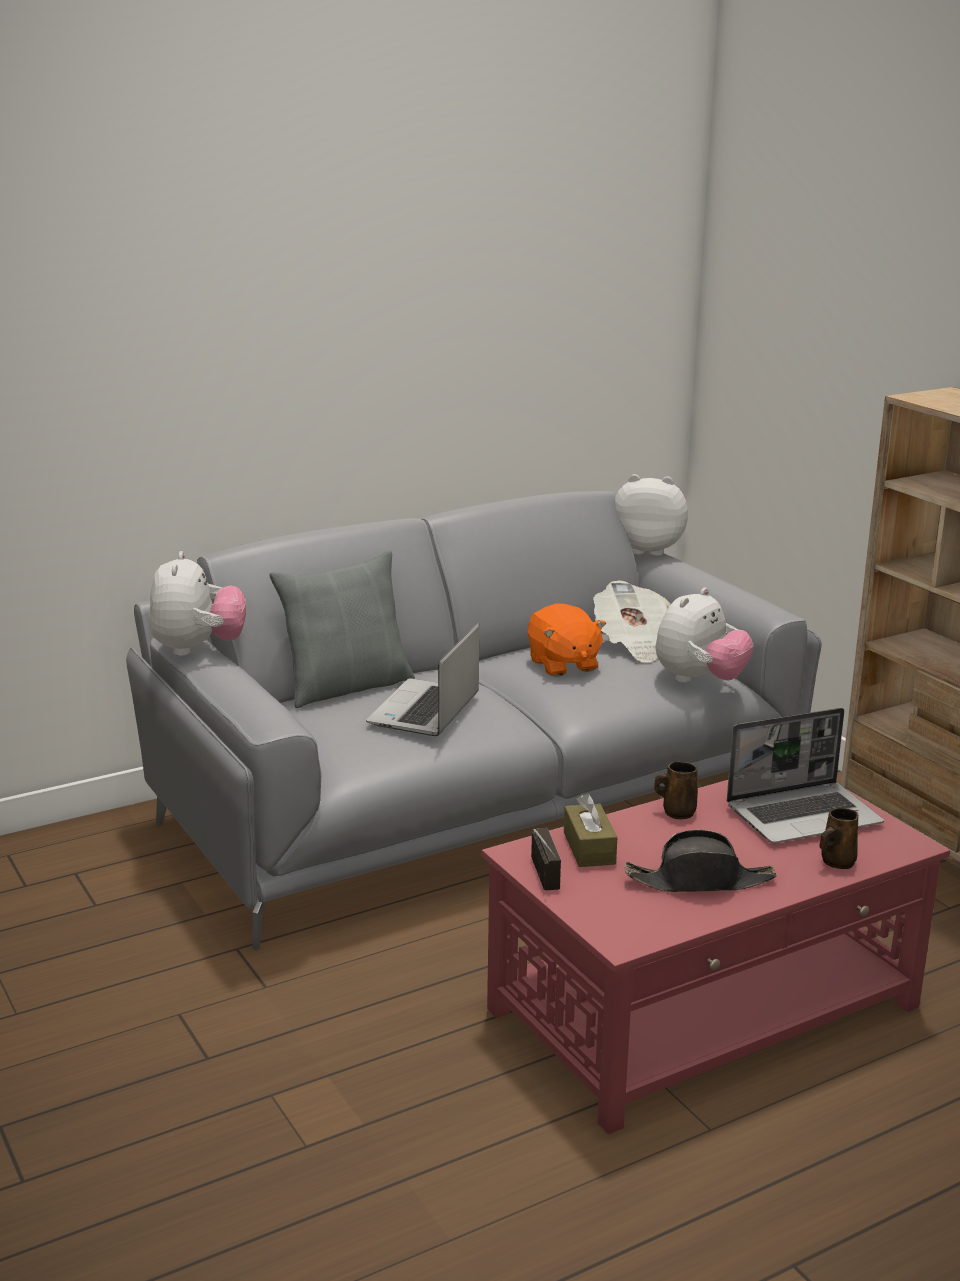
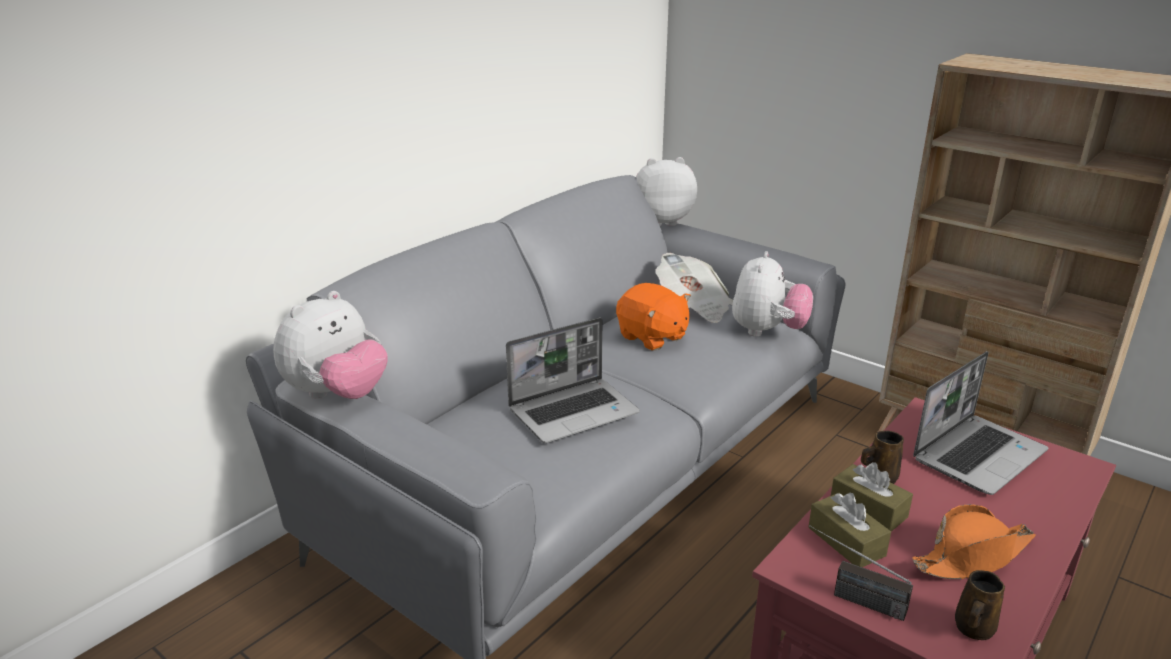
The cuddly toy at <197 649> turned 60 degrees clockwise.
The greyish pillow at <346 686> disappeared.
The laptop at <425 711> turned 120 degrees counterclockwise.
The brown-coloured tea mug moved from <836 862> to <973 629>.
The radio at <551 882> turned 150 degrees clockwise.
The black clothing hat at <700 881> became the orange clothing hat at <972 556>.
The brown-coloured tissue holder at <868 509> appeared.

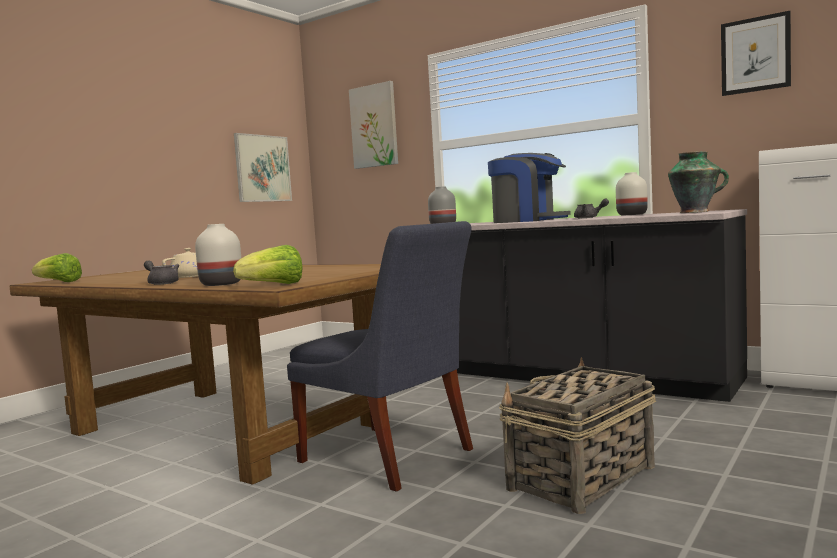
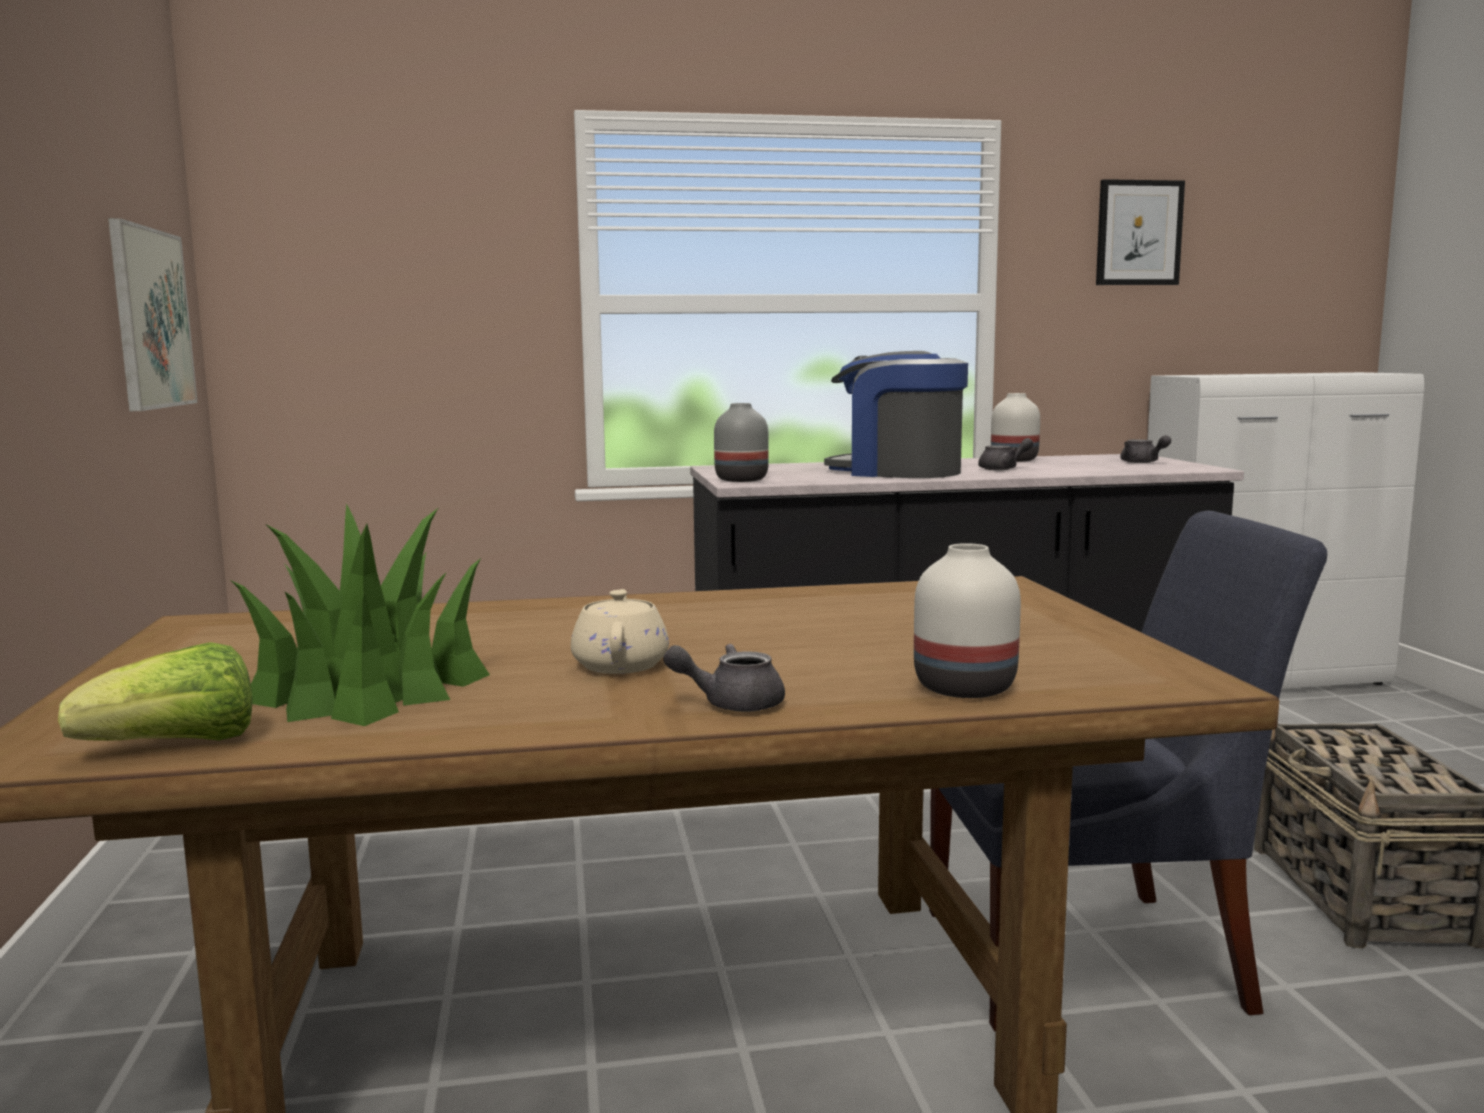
The wall picture at <374 126> disappeared.
The vase at <696 212> was replaced by the greyish teapot at <1142 462>.
The coffee machine at <528 221> turned 135 degrees counterclockwise.
The head of lettuce at <274 285> disappeared.
The potted plant at <368 689> appeared.

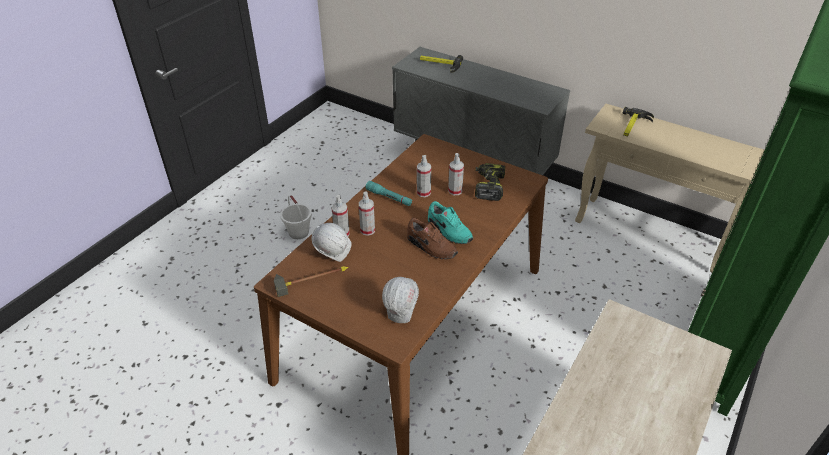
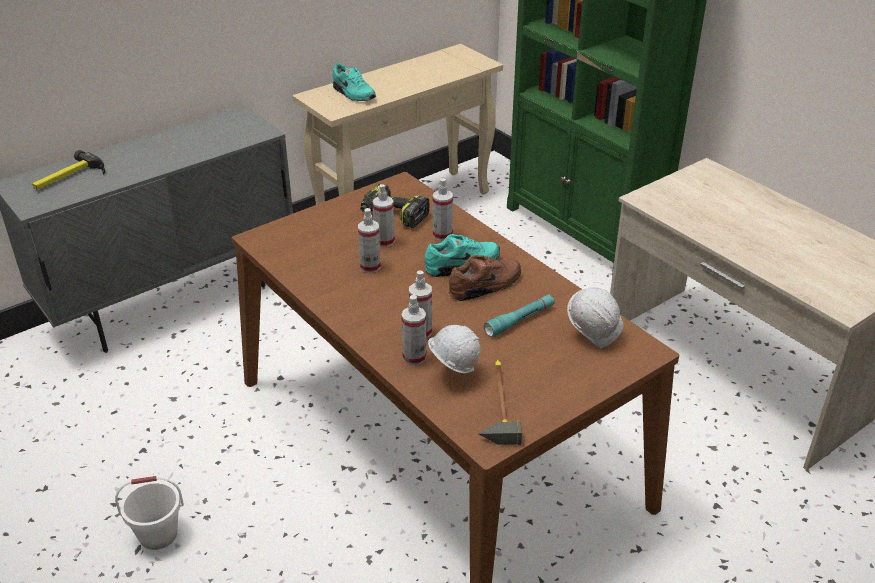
The hand hammer at <633 126> was replaced by the blue-green item of footwear at <353 94>.
The blue-green flashlight moved from <389 197> to <520 320>.
The spray bottle at <442 235> appeared.

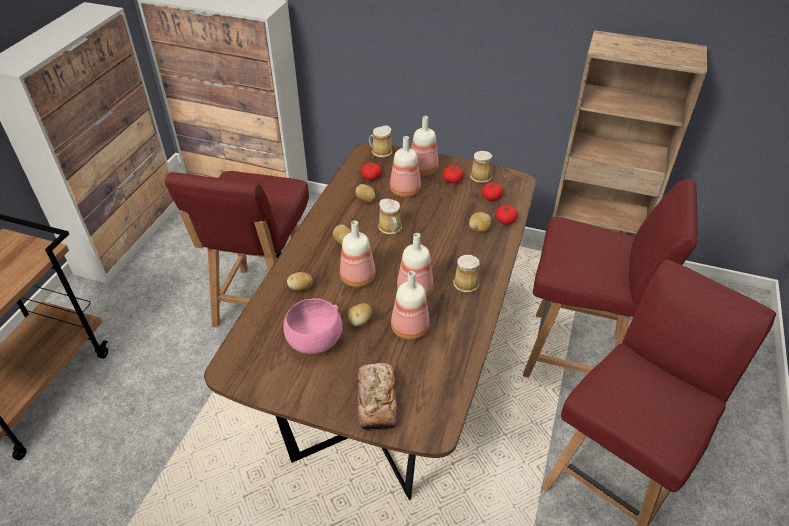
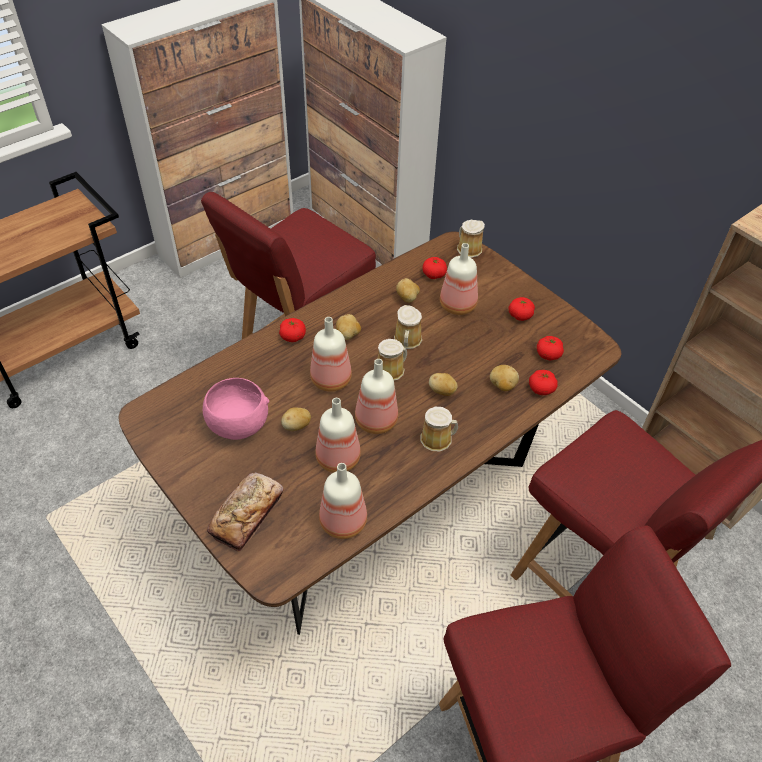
The bottle moved from <422 169> to <342 520>.
The tea mug moved from <481 176> to <391 370>.
The potato moved from <301 288> to <442 391>.
The whole tomato at <293 336> appeared.

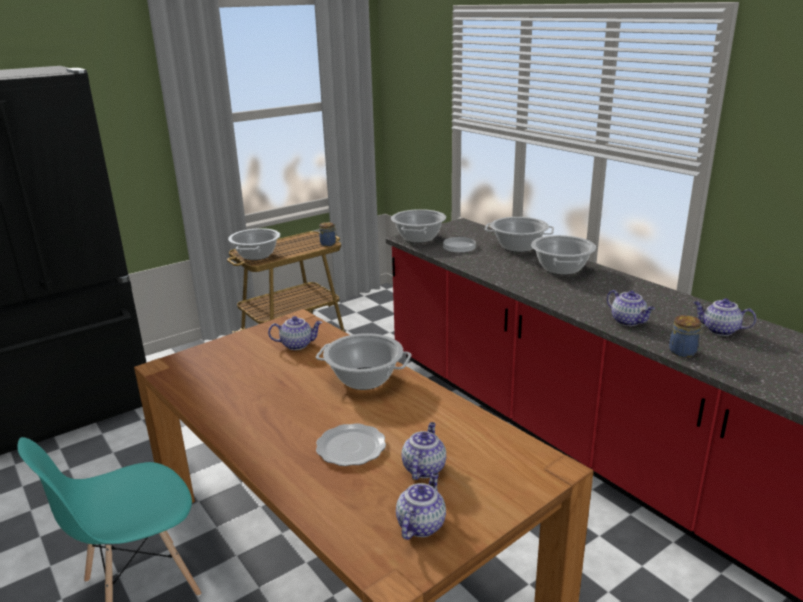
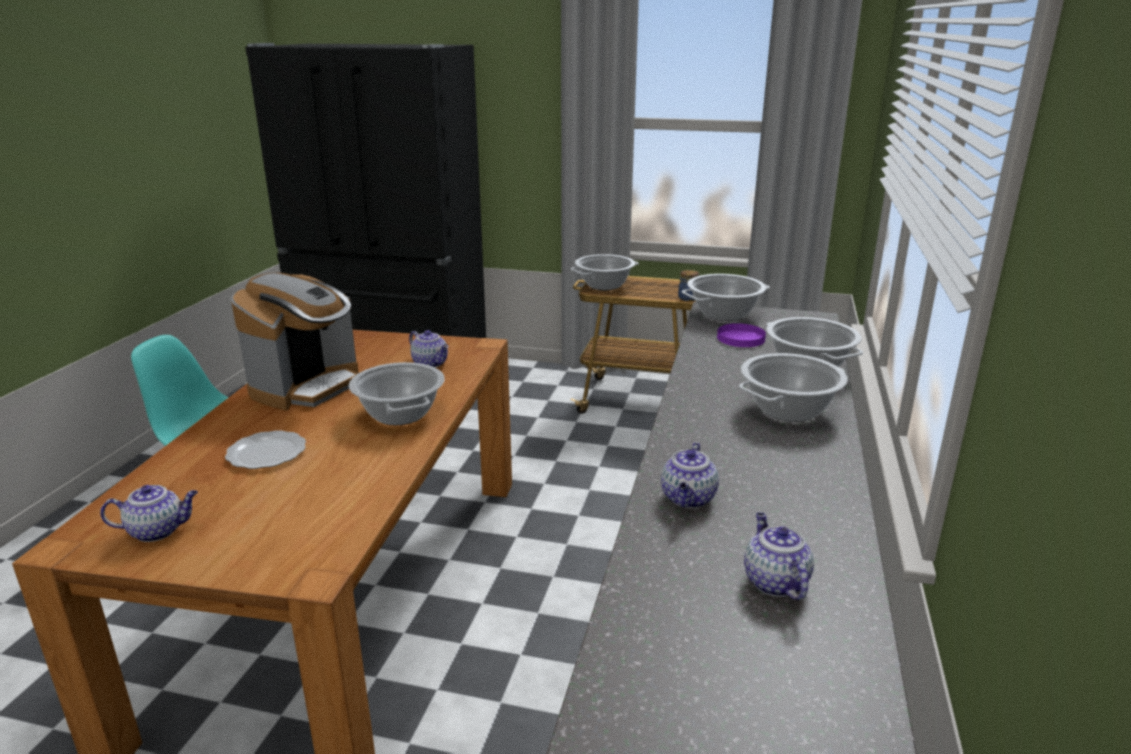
The white-coloured flat dish at <459 246> became the purplish flat dish at <740 338>.
The jar at <684 352> disappeared.
The teapot at <423 468> disappeared.
The coffee machine at <307 386> appeared.

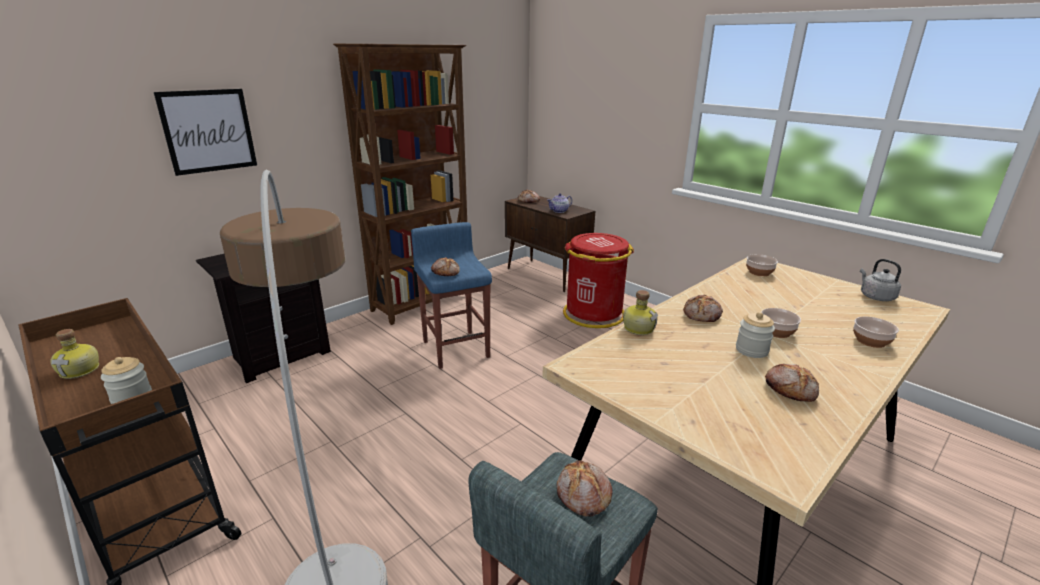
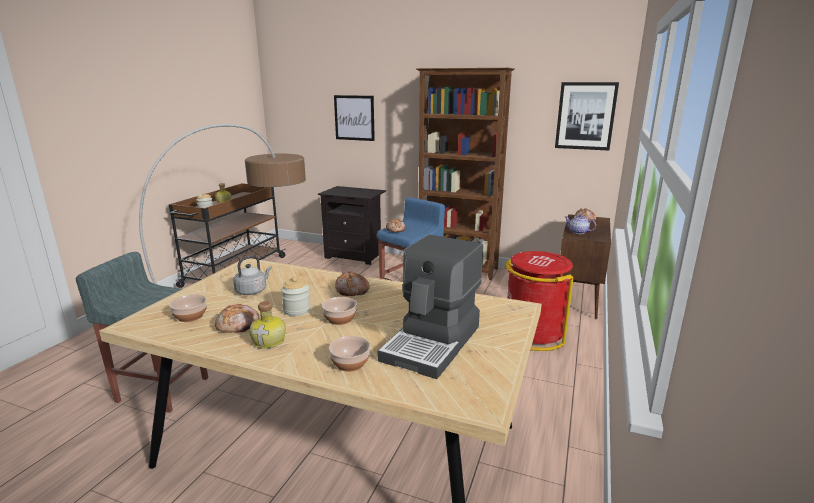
The serving bowl moved from <759 272> to <190 316>.
The greyish tea kettle moved from <875 296> to <253 291>.
The bottle moved from <638 328> to <270 341>.
The bread at <582 495> disappeared.
The wall picture at <585 116> appeared.
The coffee machine at <433 343> appeared.

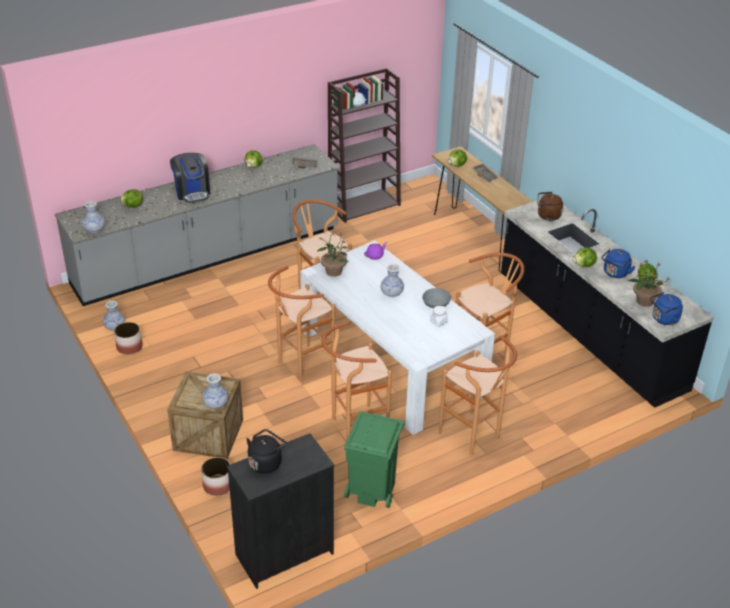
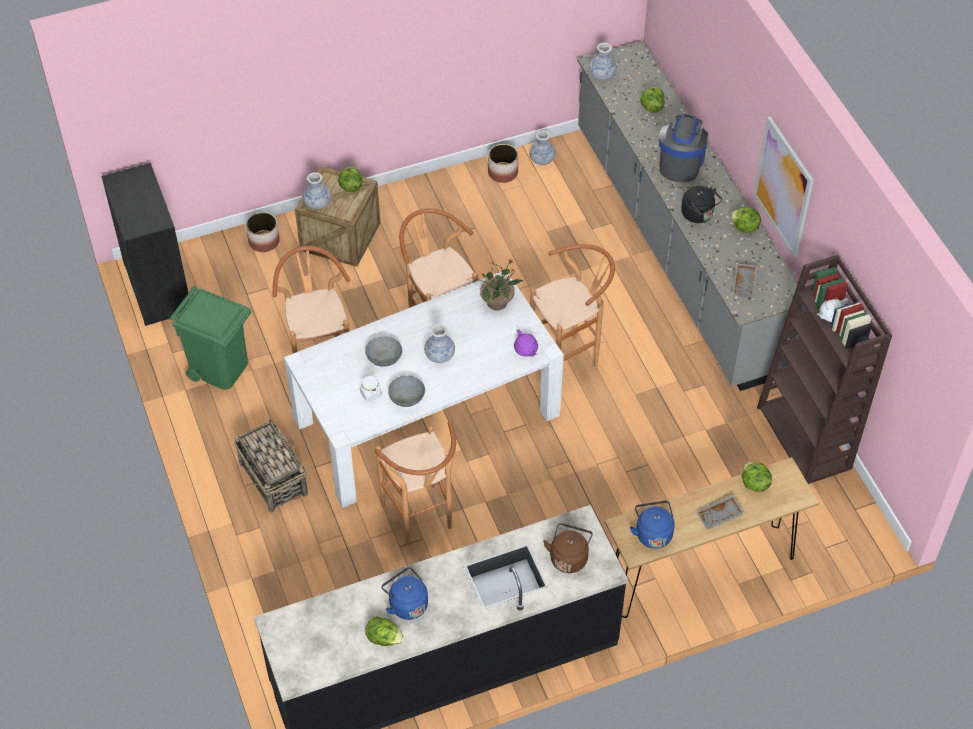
The coffee machine at <192 192> turned 120 degrees clockwise.
The head of lettuce moved from <584 265> to <350 187>.
The potted plant at <644 301> disappeared.
The blue-coloured tea kettle moved from <663 319> to <652 533>.
The brown-coloured stool at <473 437> was replaced by the storage basket at <273 478>.
The black tea kettle moved from <266 462> to <699 215>.
The wall picture at <784 187> appeared.
The greyish serving bowl at <384 358> appeared.

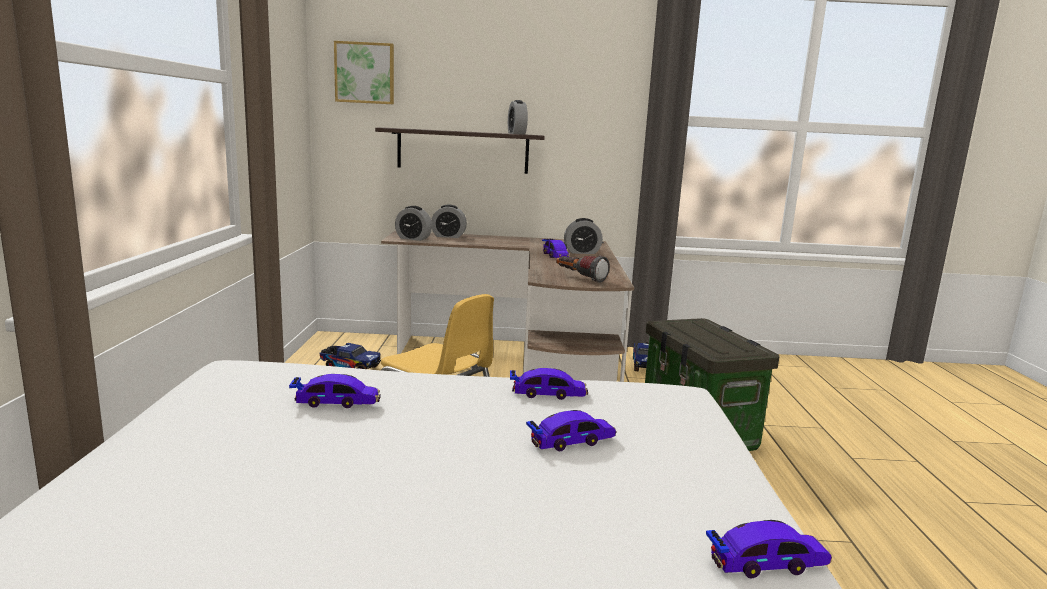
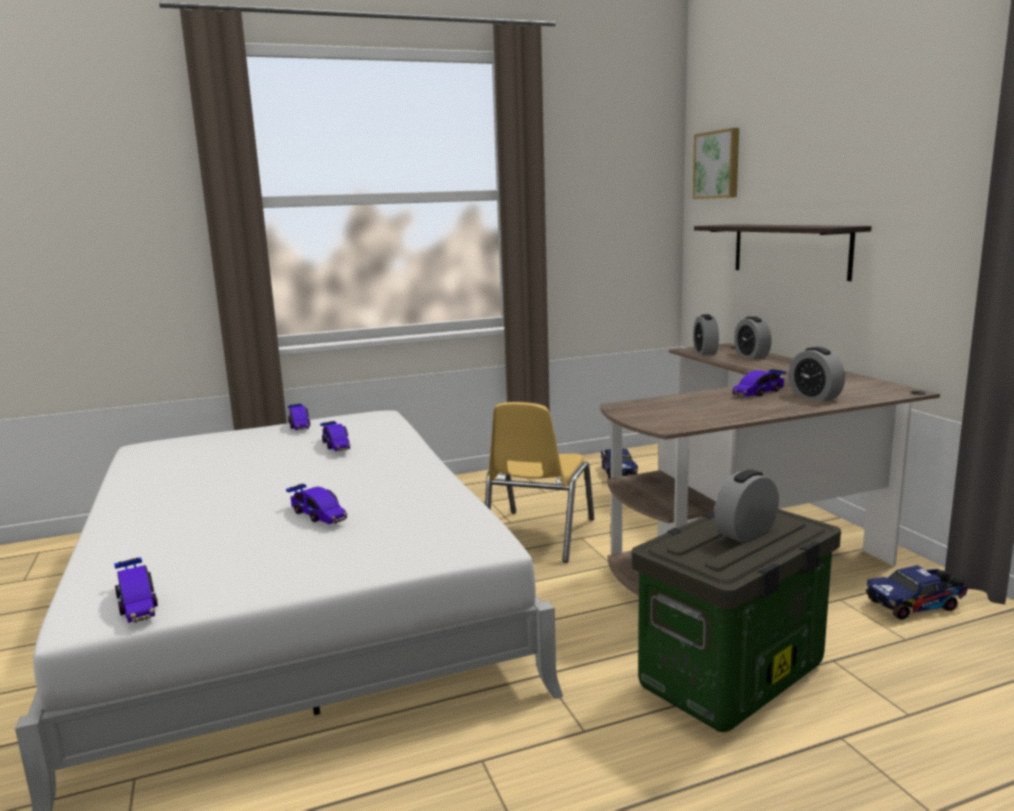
The table clock moved from <516 133> to <745 532>.
The flashlight at <579 278> disappeared.
The miniature car moved from <548 393> to <299 425>.

